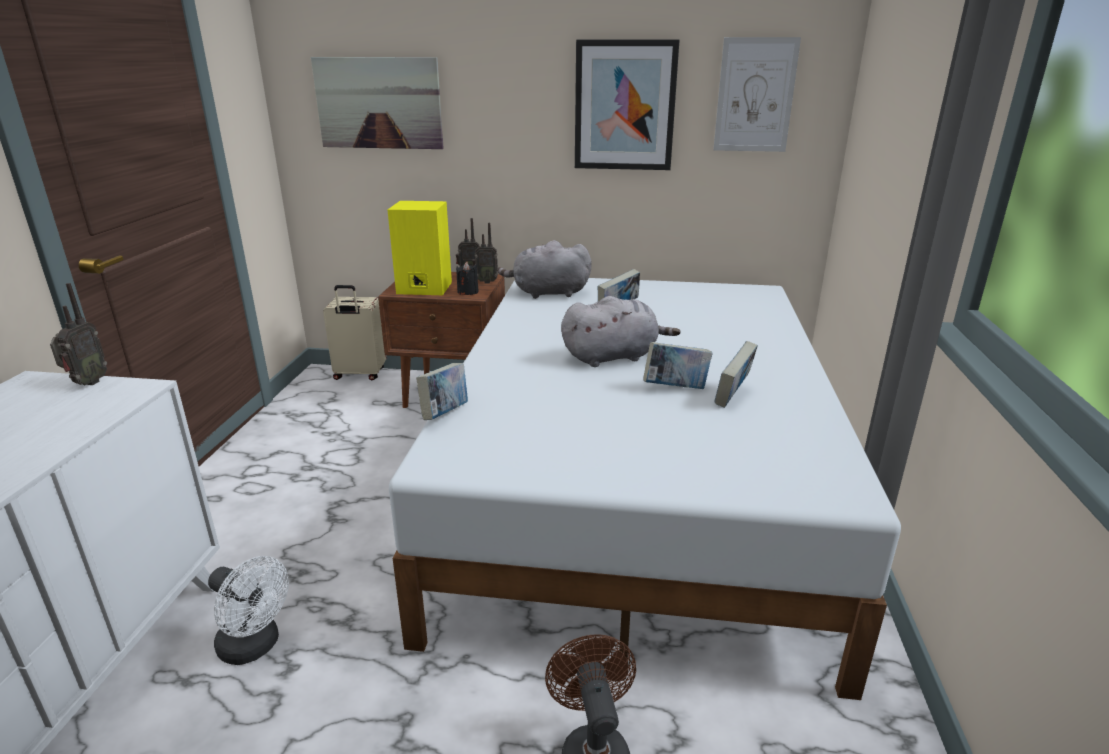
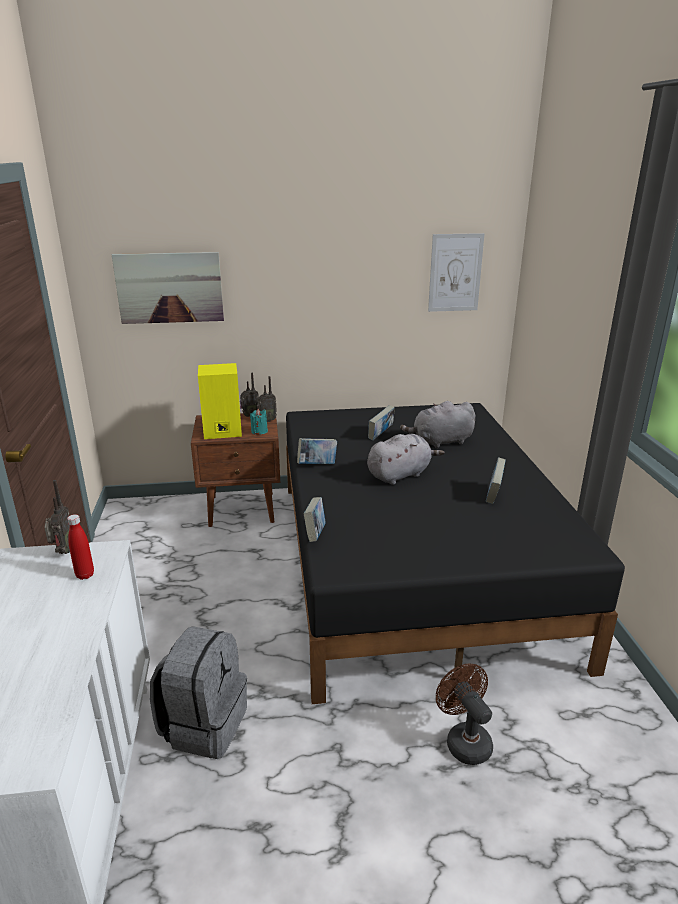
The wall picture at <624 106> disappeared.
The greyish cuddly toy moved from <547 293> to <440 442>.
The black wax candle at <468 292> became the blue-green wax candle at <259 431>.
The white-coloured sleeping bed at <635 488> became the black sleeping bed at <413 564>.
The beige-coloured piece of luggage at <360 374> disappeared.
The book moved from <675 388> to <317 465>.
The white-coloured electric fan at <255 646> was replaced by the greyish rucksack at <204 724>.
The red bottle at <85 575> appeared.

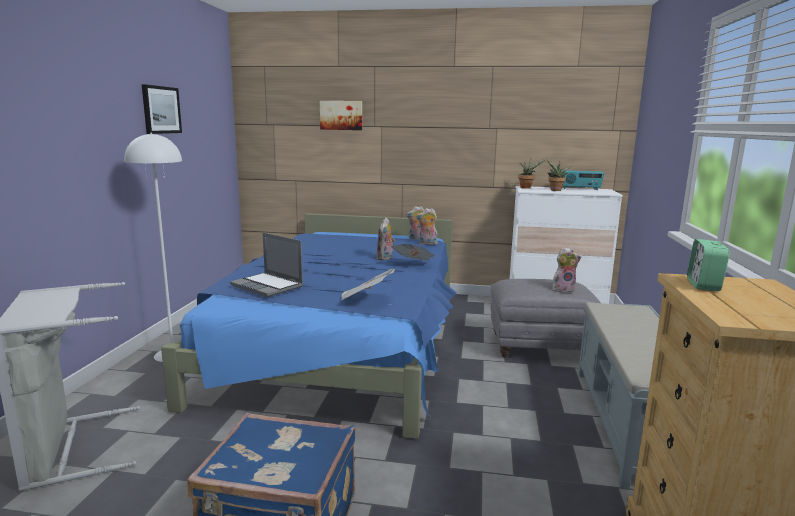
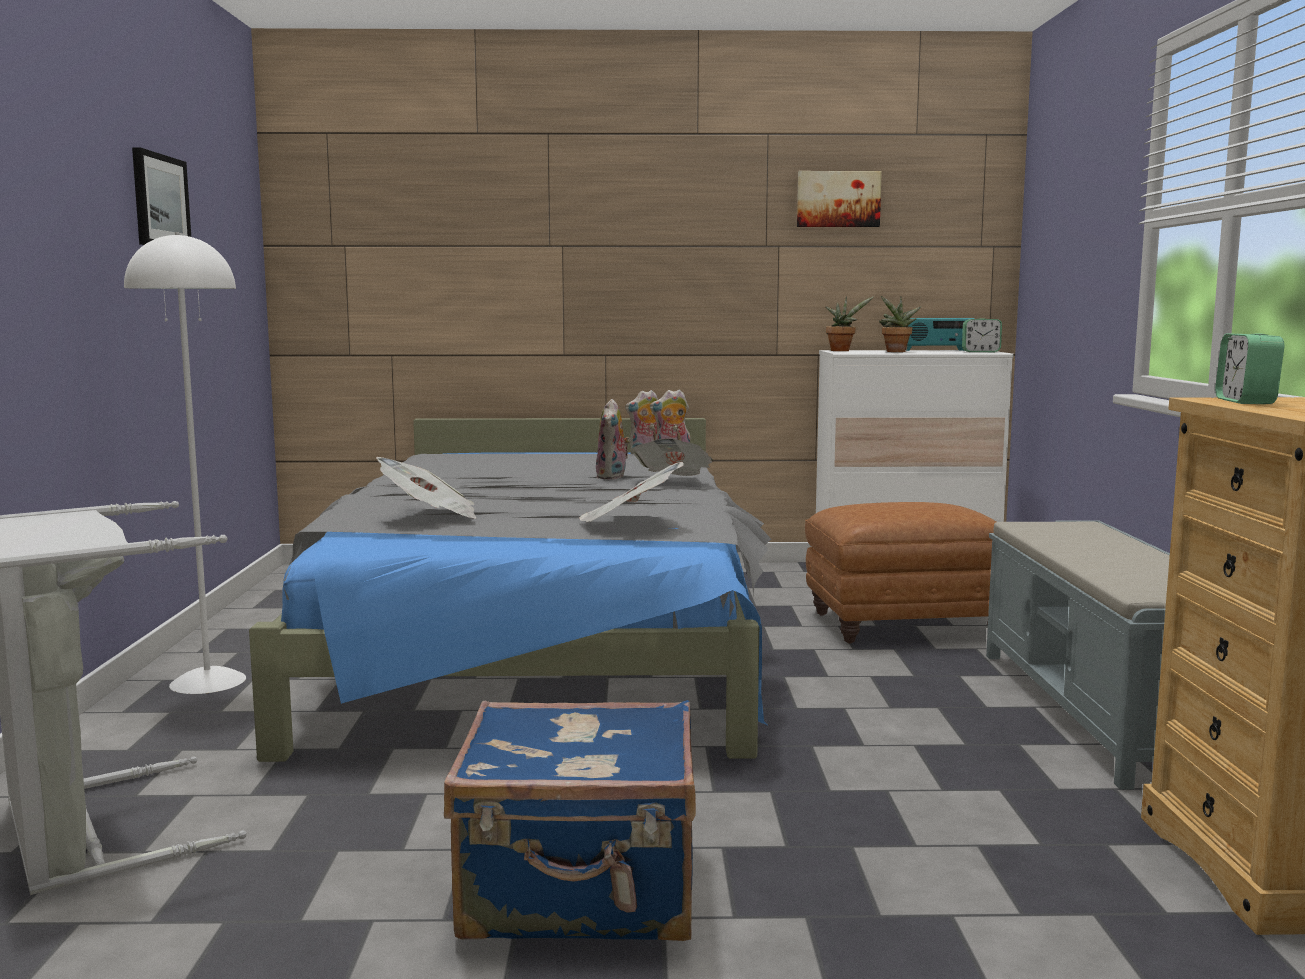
The wall picture moved from <341 115> to <838 199>.
The blue-coloured sleeping bed at <345 339> became the greyish sleeping bed at <543 638>.
The laptop at <268 286> was replaced by the newspaper at <430 515>.
The cuddly toy at <563 289> disappeared.
The greyish pouffe at <540 347> became the brown-coloured pouffe at <904 626>.
The table clock at <980 352> appeared.

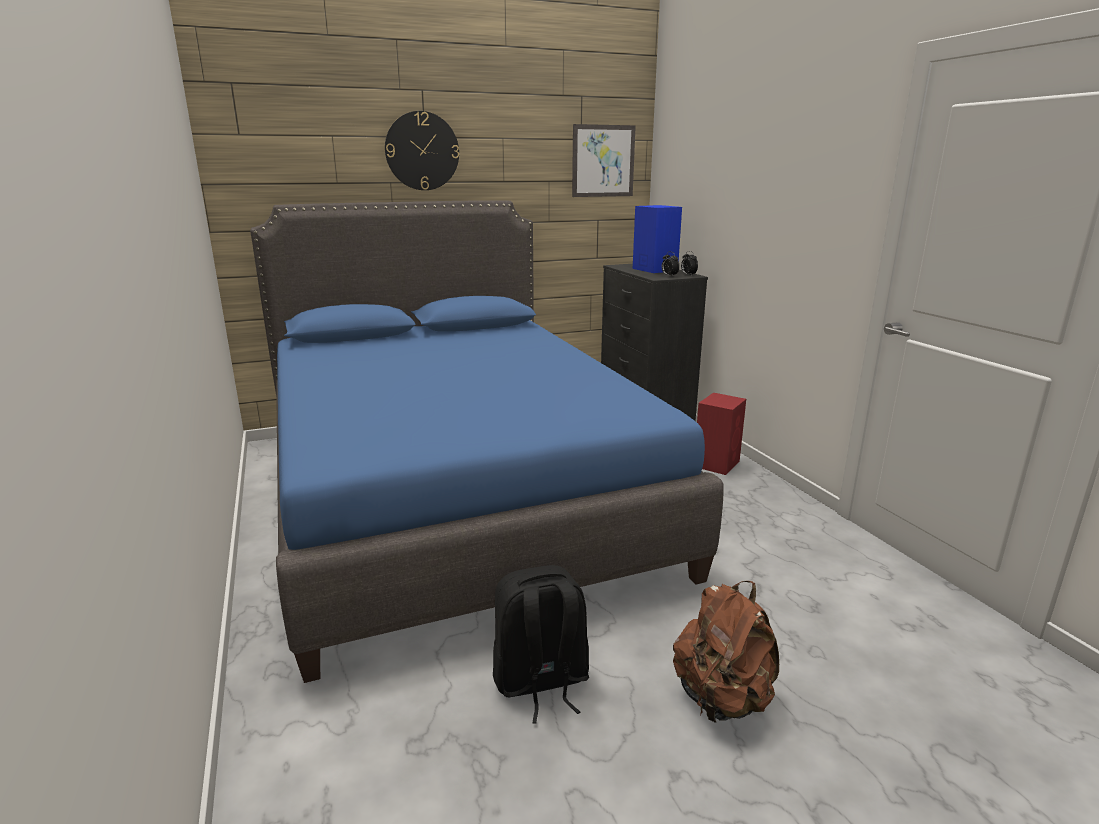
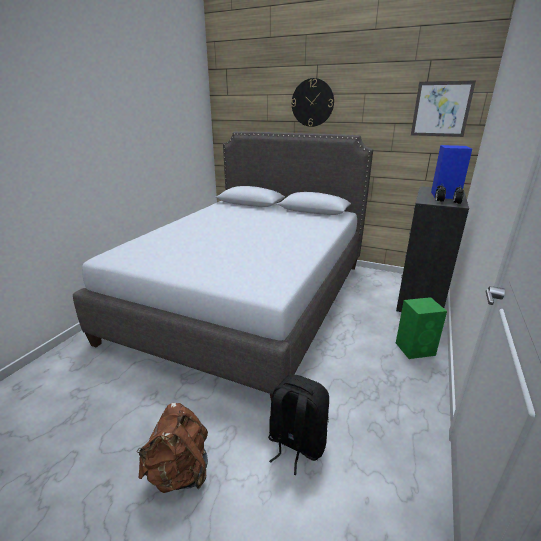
The blue-coloured sleeping bed at <453 495> became the greyish sleeping bed at <248 299>.
The red loudspeaker at <717 463> became the greenish loudspeaker at <416 349>.
The black rucksack moved from <540 683> to <296 443>.

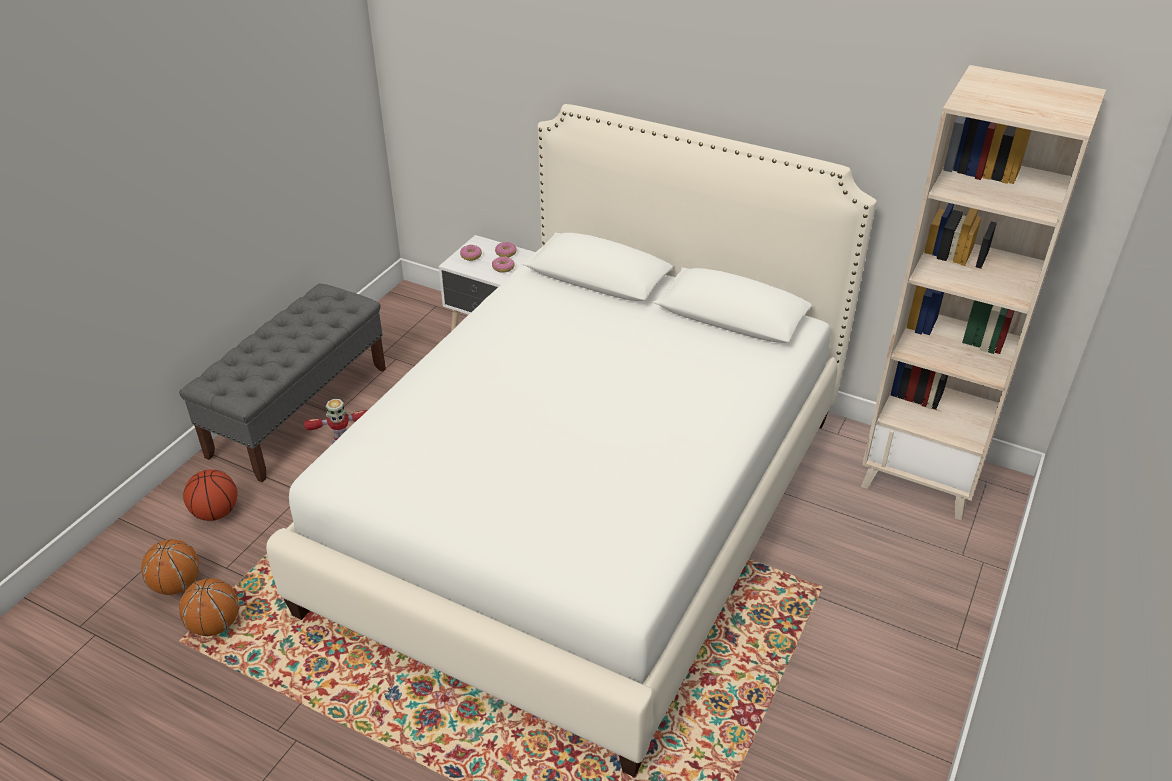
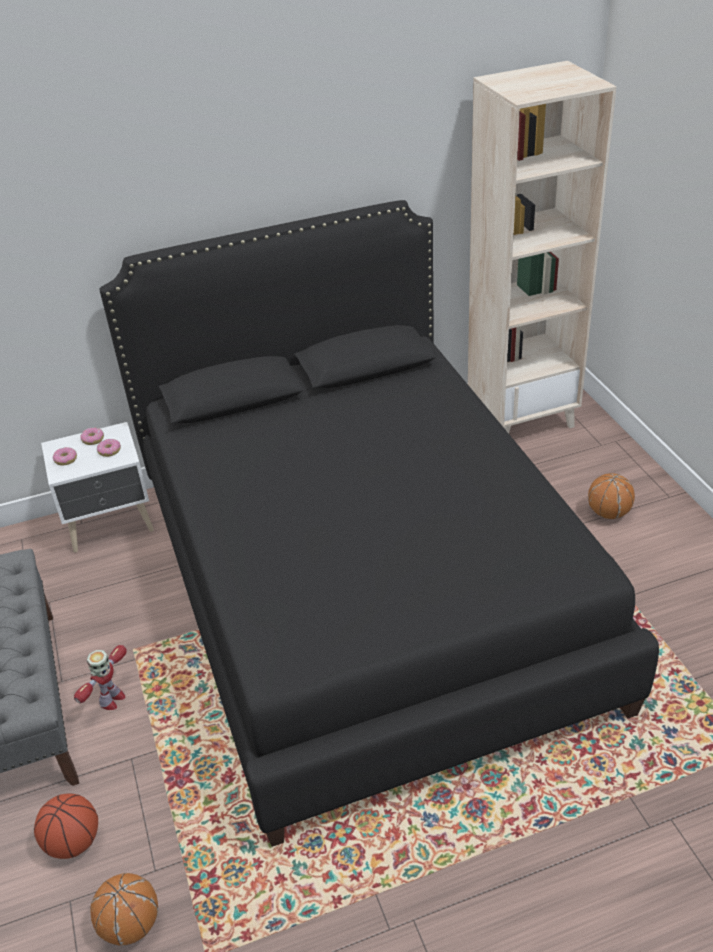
The white-coloured sleeping bed at <587 508> became the black sleeping bed at <365 588>.
The basketball moved from <215 625> to <608 513>.

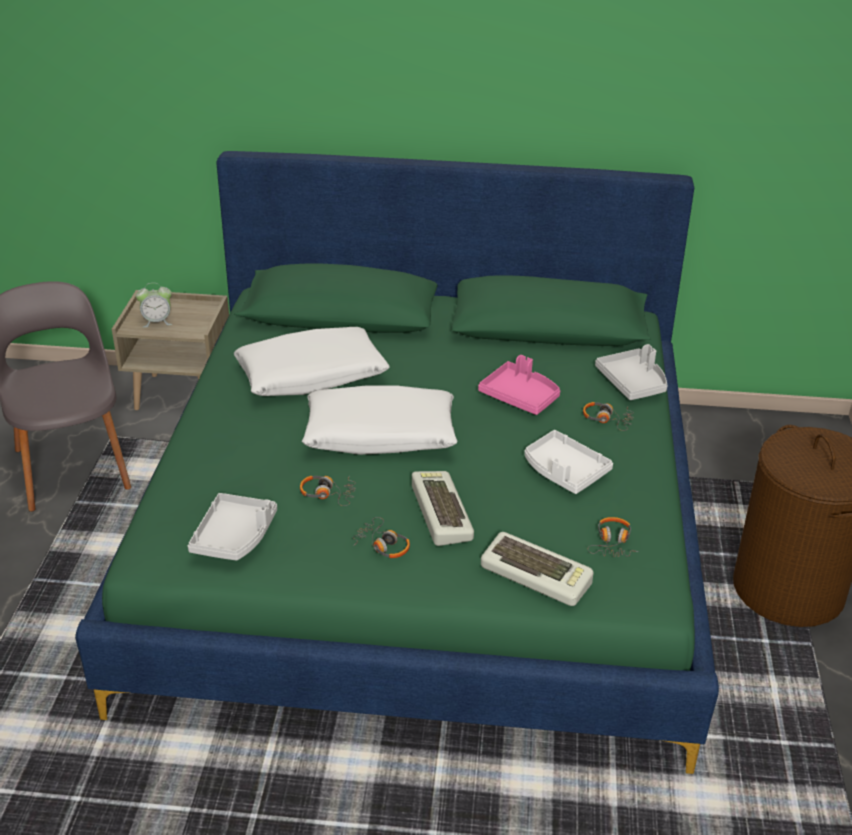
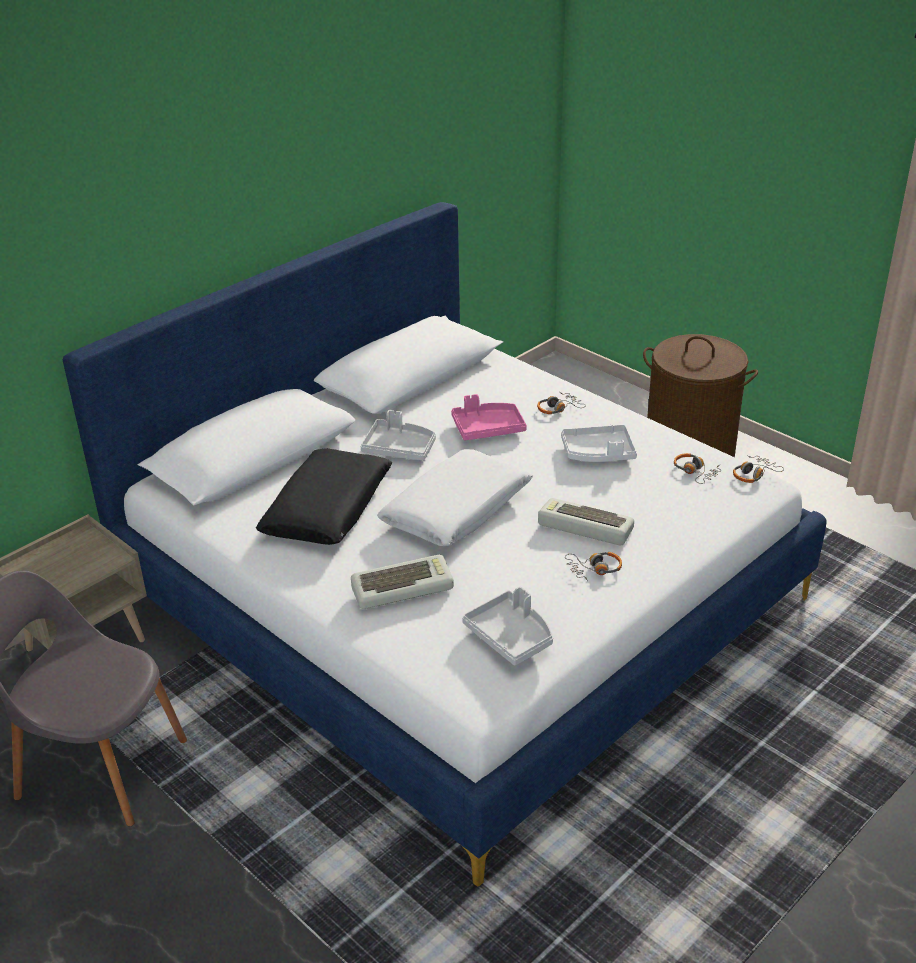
The greenish sleeping bed at <424 538> became the white-coloured sleeping bed at <460 597>.
The table clock at <157 322> disappeared.
The white-coloured pillow at <311 375> became the black pillow at <328 509>.
The greyish tray moved from <633 383> to <399 448>.
The pair of headphones moved from <328 494> to <754 474>.
The PC keyboard moved from <538 574> to <403 587>.

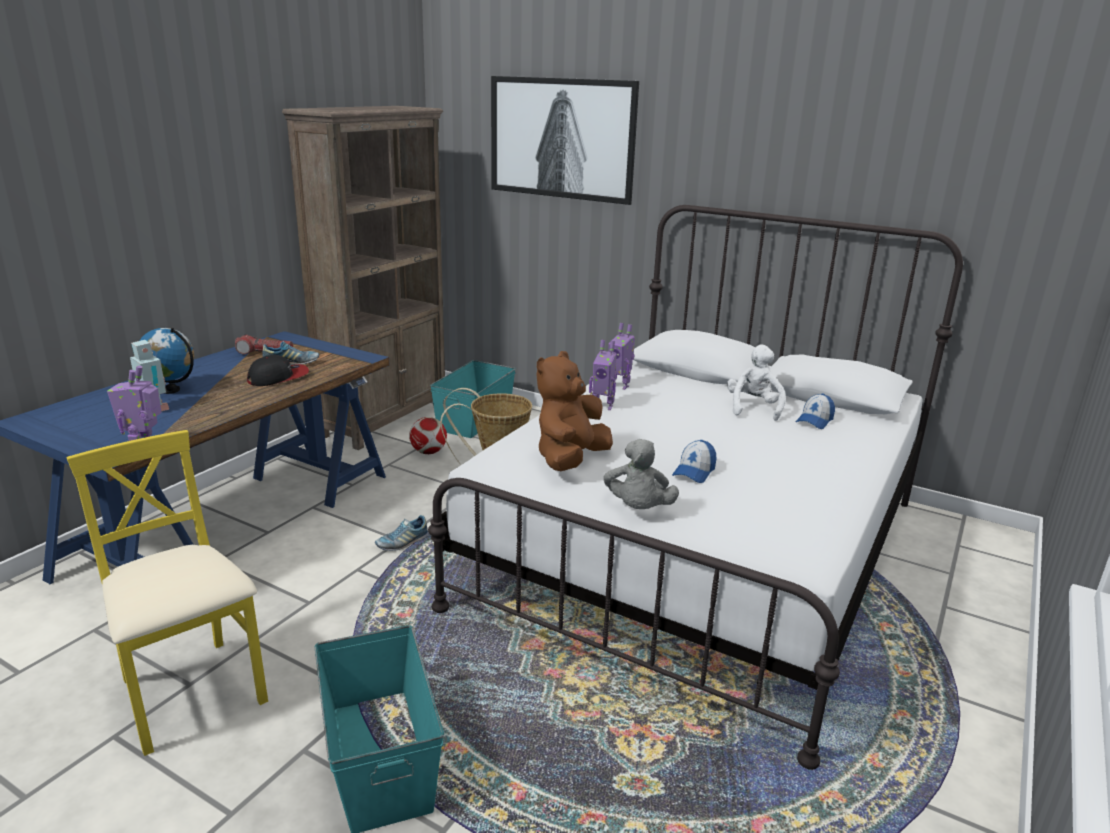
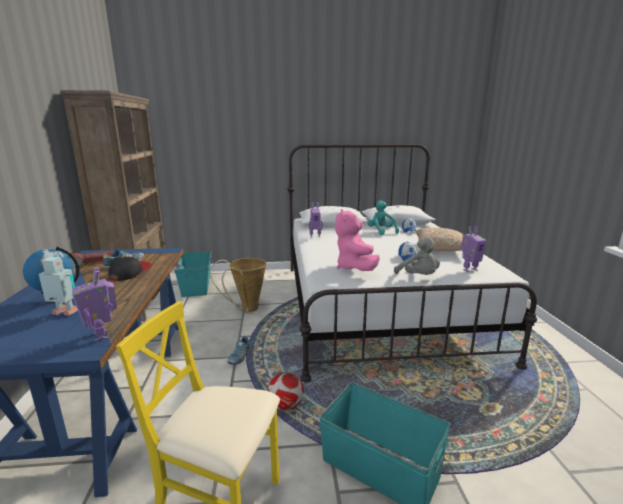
The wall picture at <561 139> disappeared.
The model robot moved from <602 406> to <469 270>.
The white-coloured cuddly toy at <753 408> became the blue-green cuddly toy at <381 231>.
The brown-coloured cuddly toy at <570 460> became the pink-coloured cuddly toy at <355 268>.
The football moved from <428 452> to <286 405>.
The pillow at <440 249> appeared.

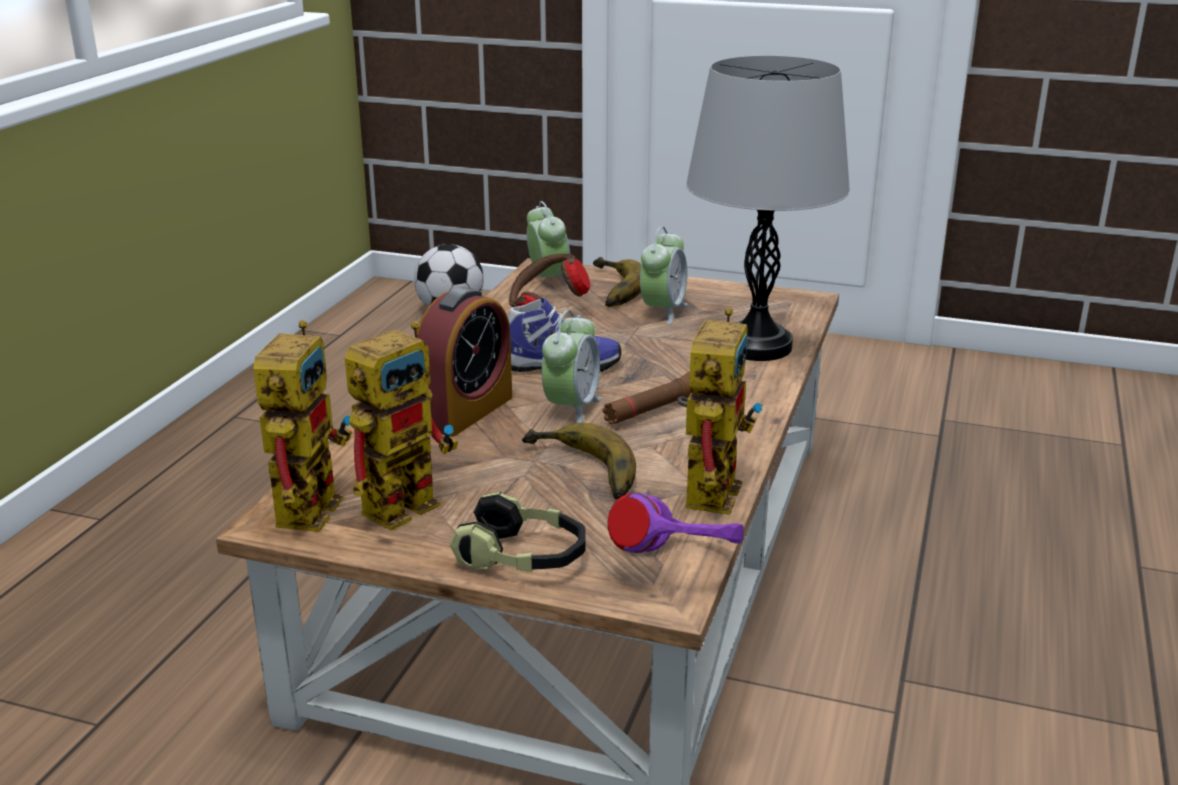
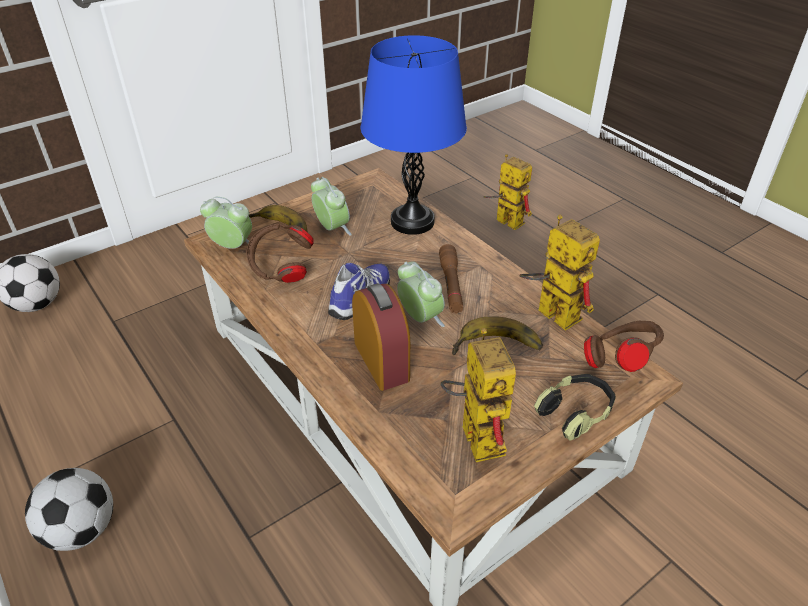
The greyish table lamp at <757 346> became the blue-coloured table lamp at <412 222>.
The model robot moved from <308 502> to <503 220>.
The purplish pair of headphones at <675 567> became the brown-coloured pair of headphones at <620 361>.
The football at <82 531> appeared.

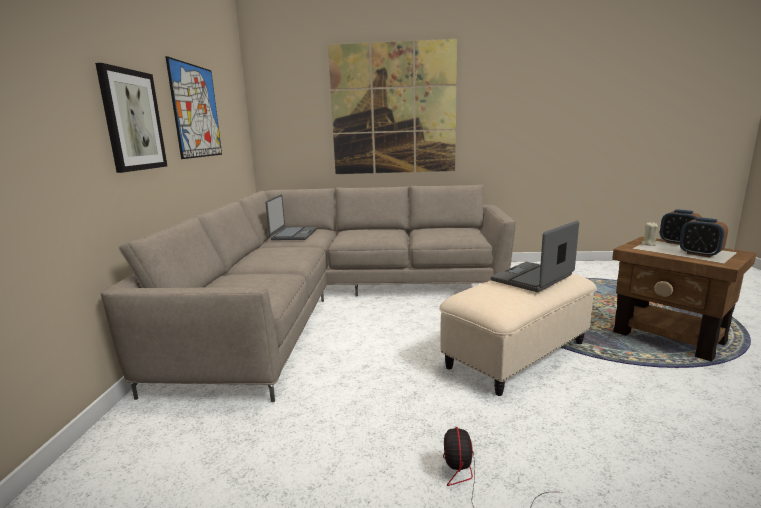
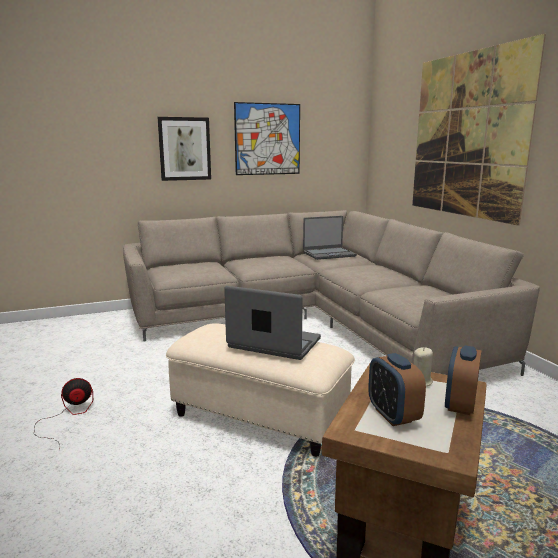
The table clock at <699 254> turned 45 degrees counterclockwise.

